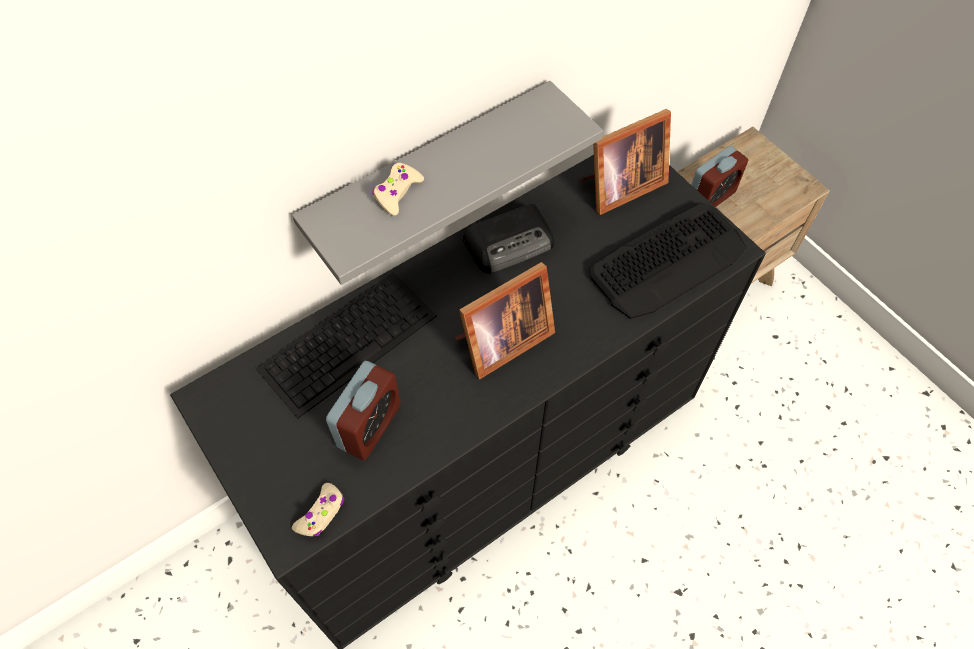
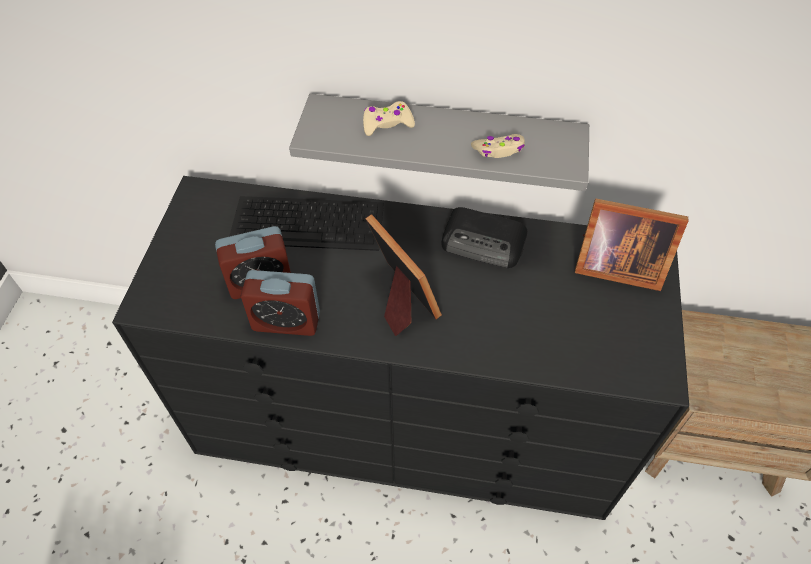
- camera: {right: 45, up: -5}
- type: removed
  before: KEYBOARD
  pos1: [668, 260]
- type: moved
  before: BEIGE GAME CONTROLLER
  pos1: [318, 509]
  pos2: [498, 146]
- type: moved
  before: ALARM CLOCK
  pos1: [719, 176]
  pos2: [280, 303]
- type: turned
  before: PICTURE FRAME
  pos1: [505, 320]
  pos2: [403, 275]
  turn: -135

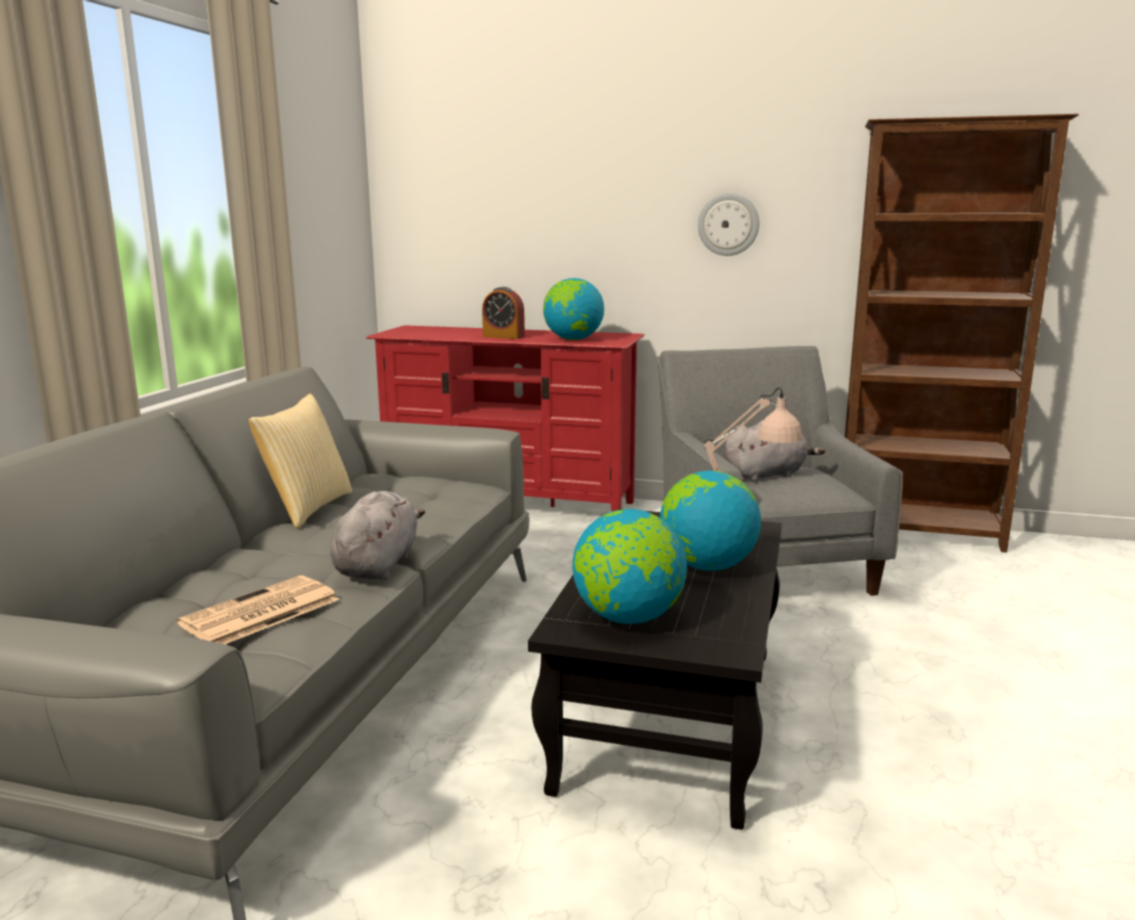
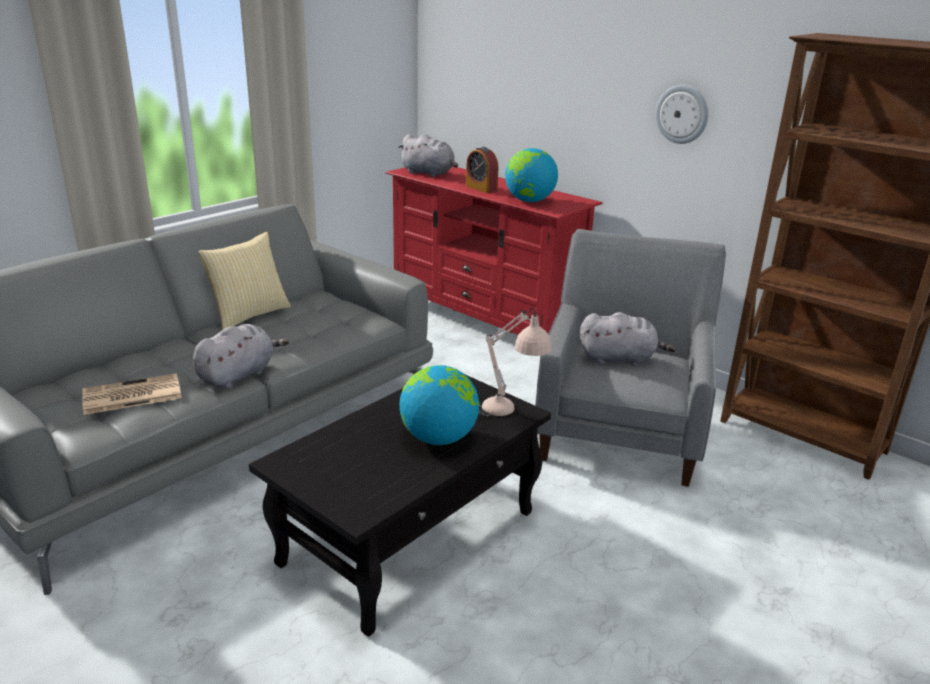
- camera: {right: 25, up: 10}
- type: removed
  before: GLOBE
  pos1: [629, 566]
- type: added
  after: GREY PLUSH TOY
  pos2: [428, 155]

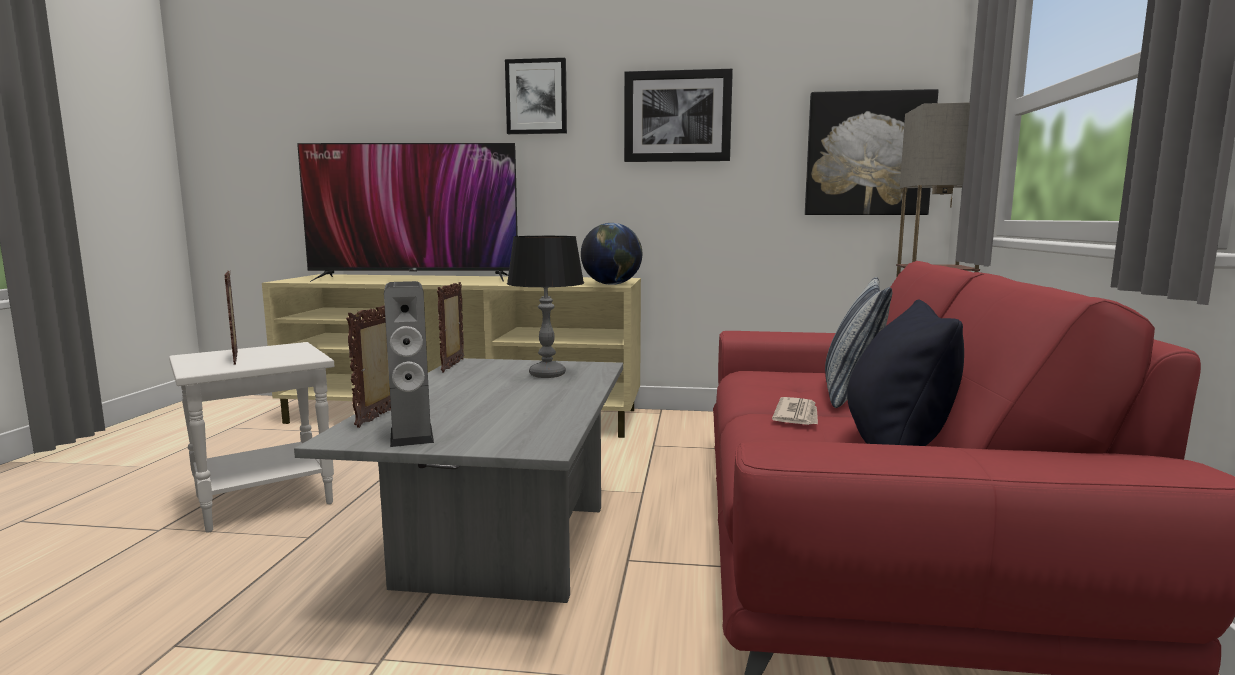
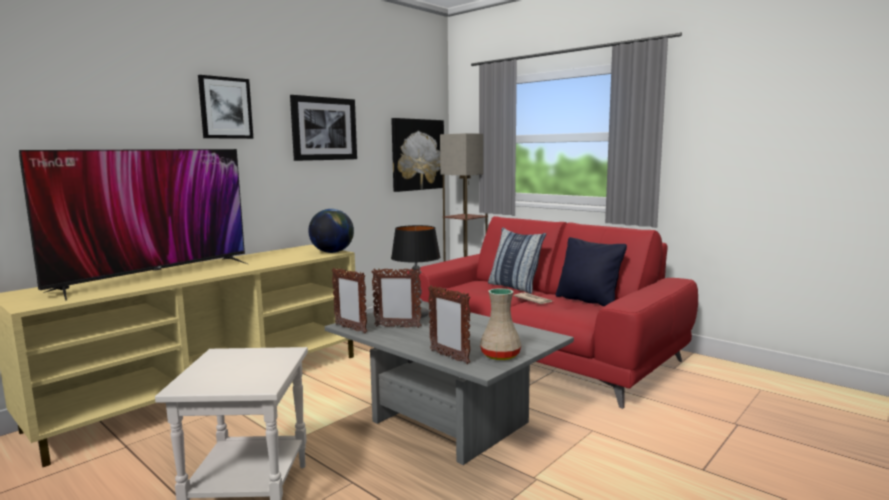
- camera: {right: -55, up: 0}
- type: moved
  before: PICTURE FRAME
  pos1: [231, 318]
  pos2: [396, 298]
- type: replaced
  before: SPEAKER
  after: BEIGE VASE
  pos1: [409, 364]
  pos2: [500, 324]

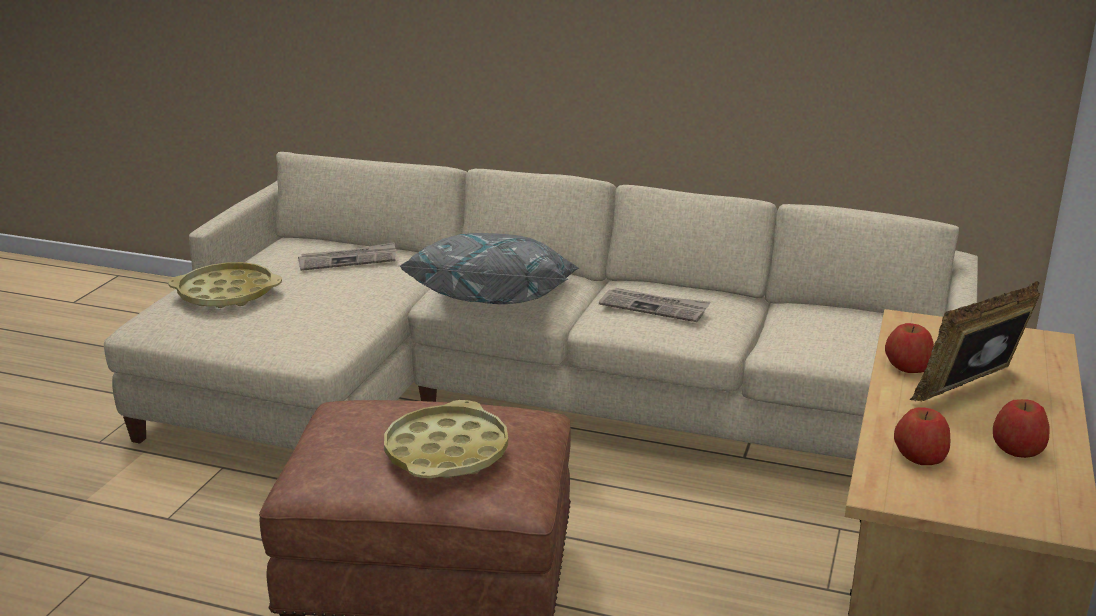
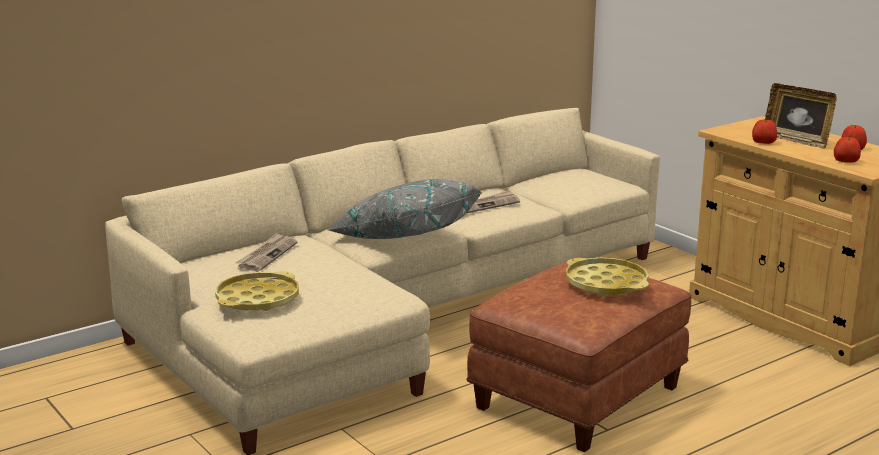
- camera: {right: -55, up: -5}
- type: turned
  before: PICTURE FRAME
  pos1: [975, 341]
  pos2: [801, 115]
  turn: -45

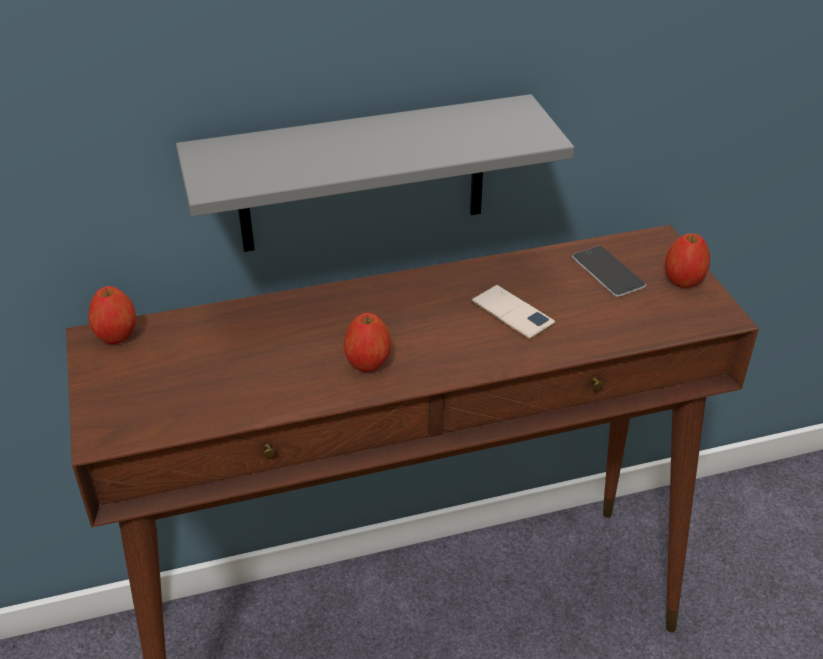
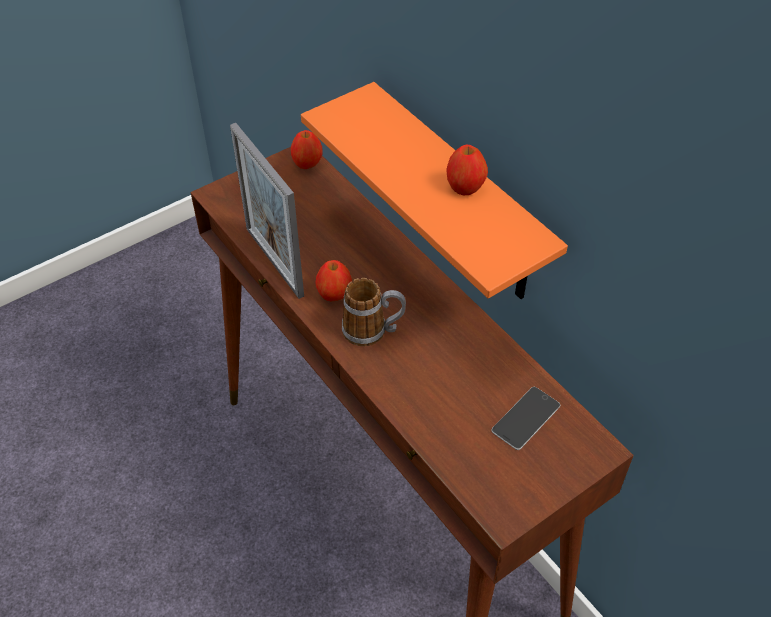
- camera: {right: 70, up: 10}
- type: removed
  before: PHONE
  pos1: [513, 312]
- type: added
  after: PICTURE FRAME
  pos2: [267, 211]
- type: added
  after: MUG
  pos2: [374, 312]
- type: moved
  before: APPLE
  pos1: [687, 260]
  pos2: [467, 170]
- type: recoloured
  before: GREY SHELF
  after: ORANGE SHELF
  pos1: [375, 173]
  pos2: [434, 190]

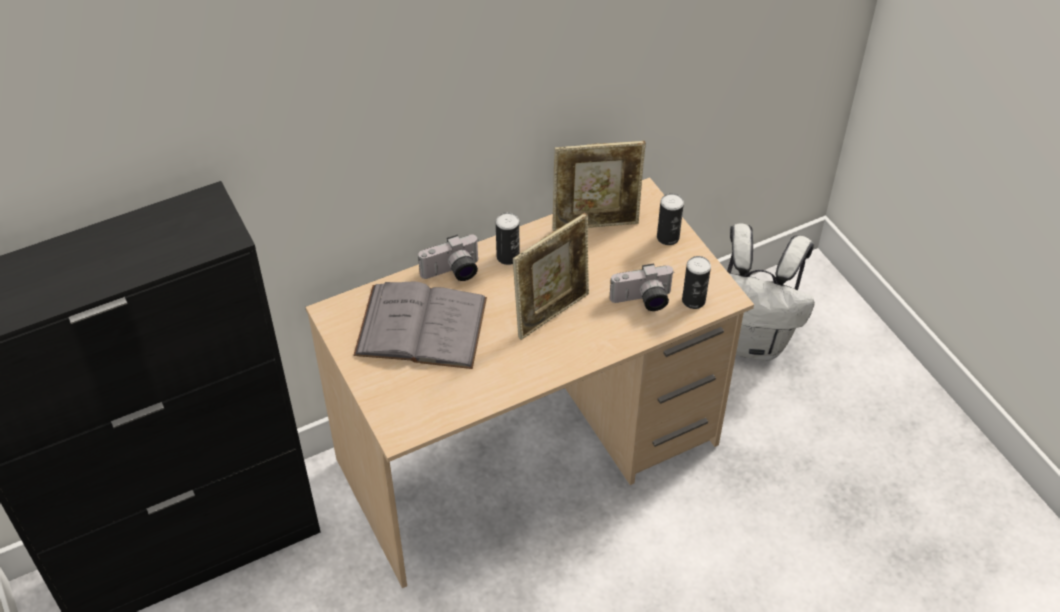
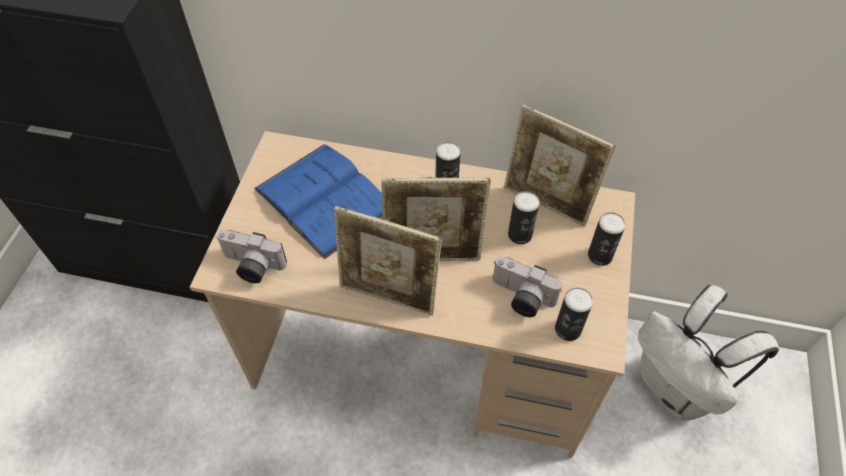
- camera: {right: 40, up: 5}
- type: added
  after: PICTURE FRAME
  pos2: [388, 261]
- type: added
  after: CAN
  pos2: [523, 217]
- type: moved
  before: PHOTO CAMERA
  pos1: [448, 257]
  pos2: [251, 256]
- type: recoloured
  before: GREY BOOK
  after: BLUE BOOK
  pos1: [420, 325]
  pos2: [318, 202]

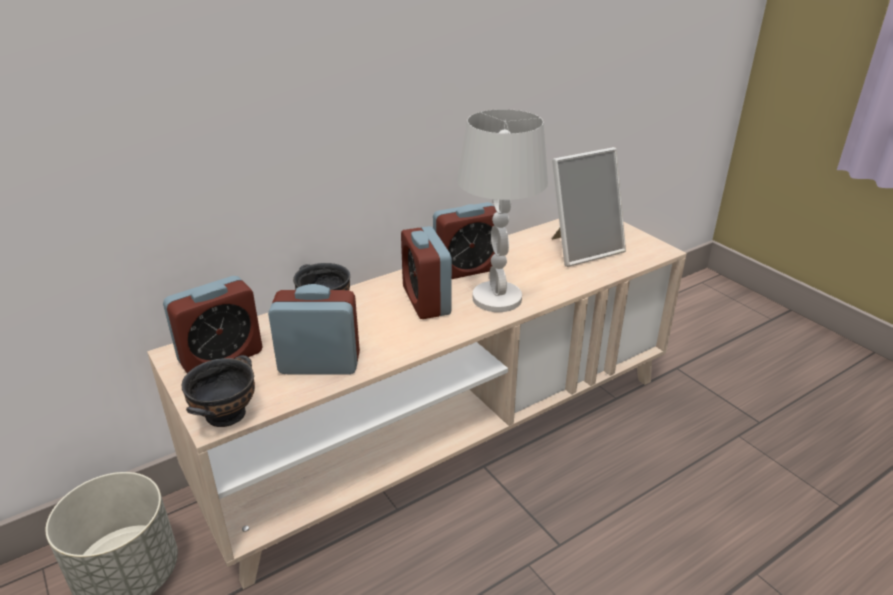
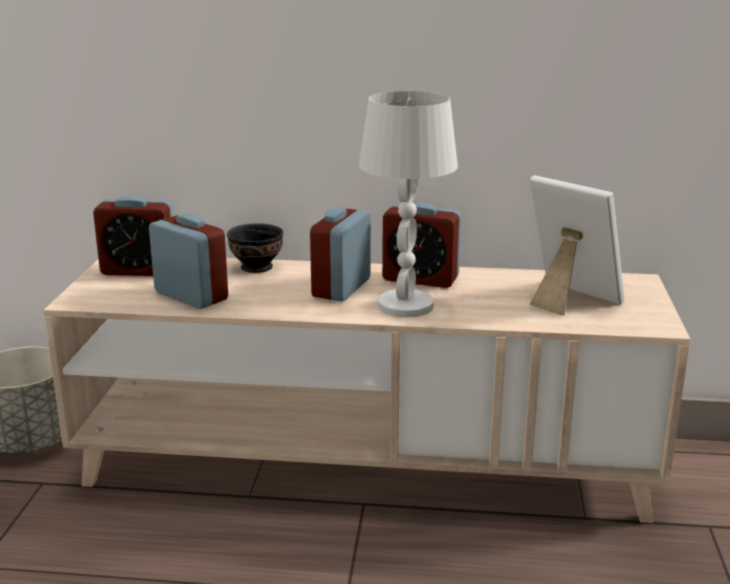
- camera: {right: 40, up: -10}
- type: removed
  before: BLACK BOWL
  pos1: [218, 391]
- type: turned
  before: PICTURE FRAME
  pos1: [589, 207]
  pos2: [577, 245]
  turn: -150

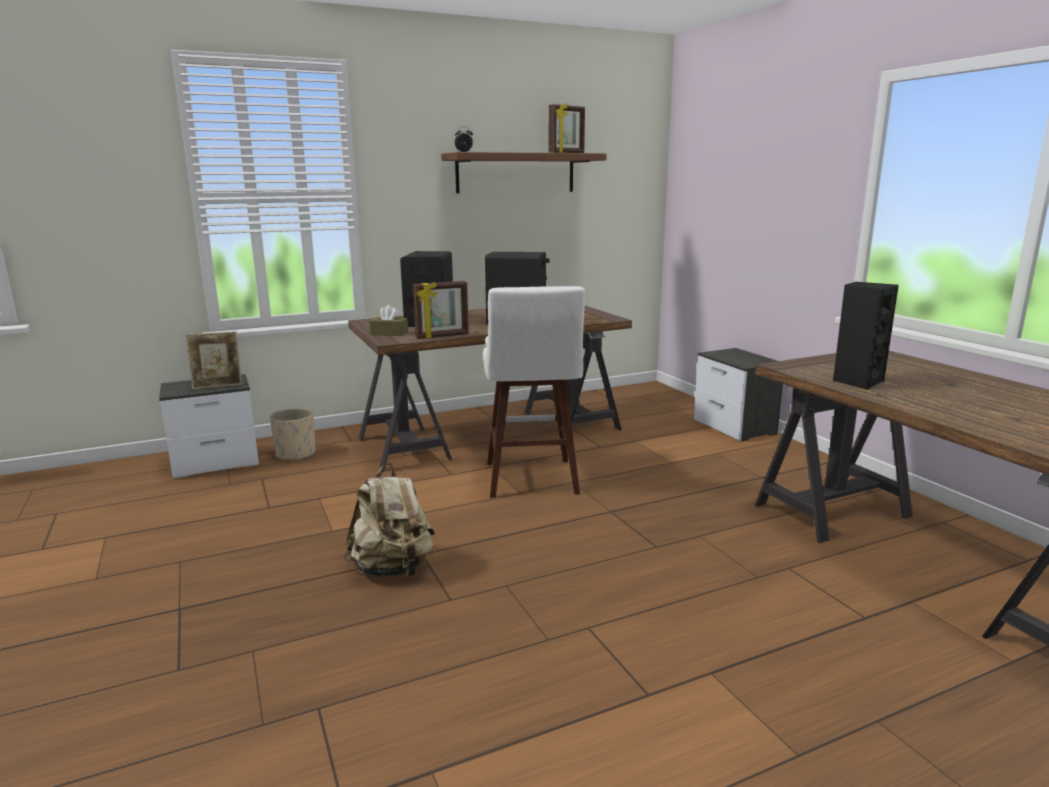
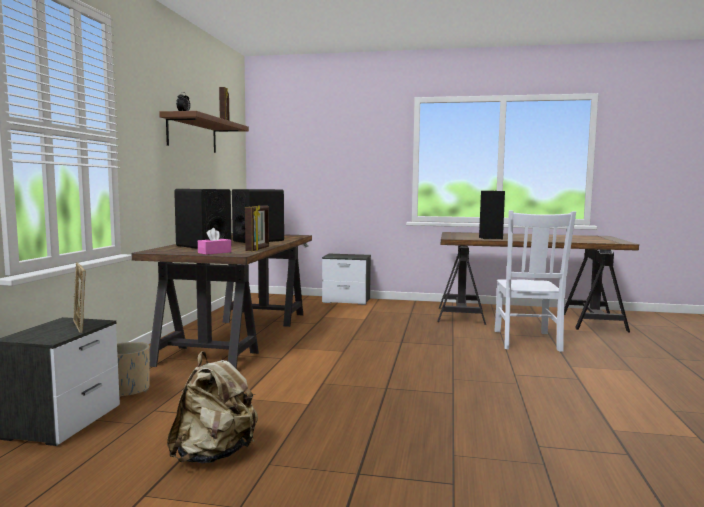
- camera: {right: -55, up: -10}
- type: removed
  before: WHITE STOOL
  pos1: [534, 392]
- type: added
  after: WHITE CHAIR
  pos2: [535, 281]
- type: moved
  before: BEIGE BACKPACK
  pos1: [389, 520]
  pos2: [212, 407]
- type: recoloured
  before: BROWN TISSUE BOX
  after: PINK TISSUE BOX
  pos1: [388, 320]
  pos2: [214, 241]
- type: turned
  before: PICTURE FRAME
  pos1: [214, 360]
  pos2: [79, 297]
  turn: 135

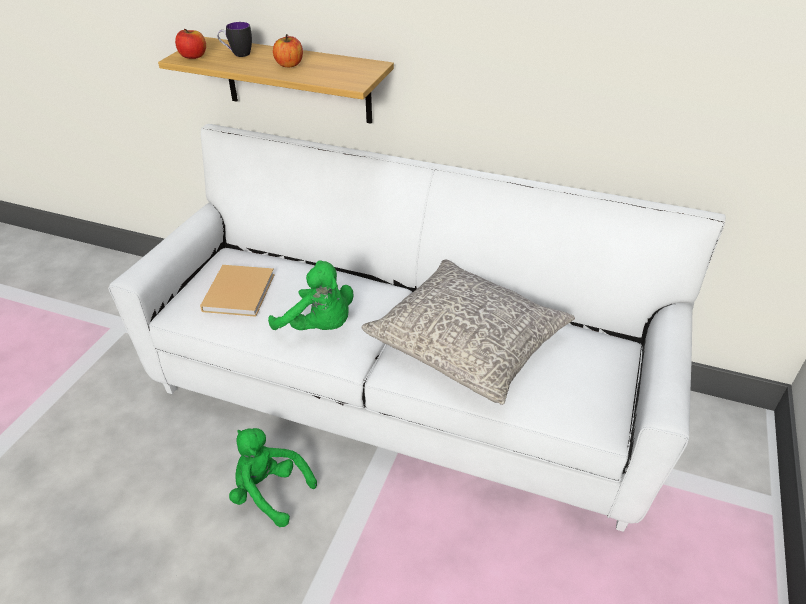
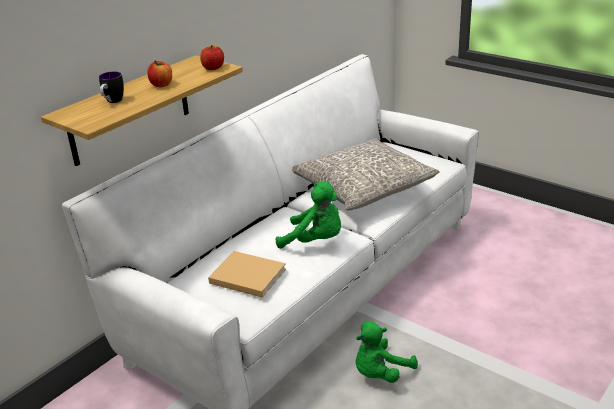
- camera: {right: -70, up: -10}
- type: moved
  before: APPLE
  pos1: [190, 44]
  pos2: [212, 57]
- type: turned
  before: GREEN PLUSH TOY
  pos1: [310, 295]
  pos2: [308, 215]
  turn: 60

